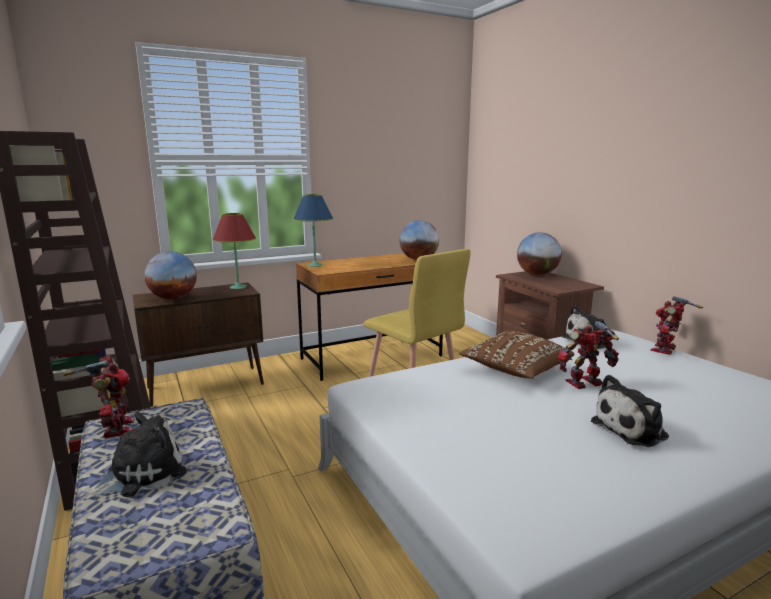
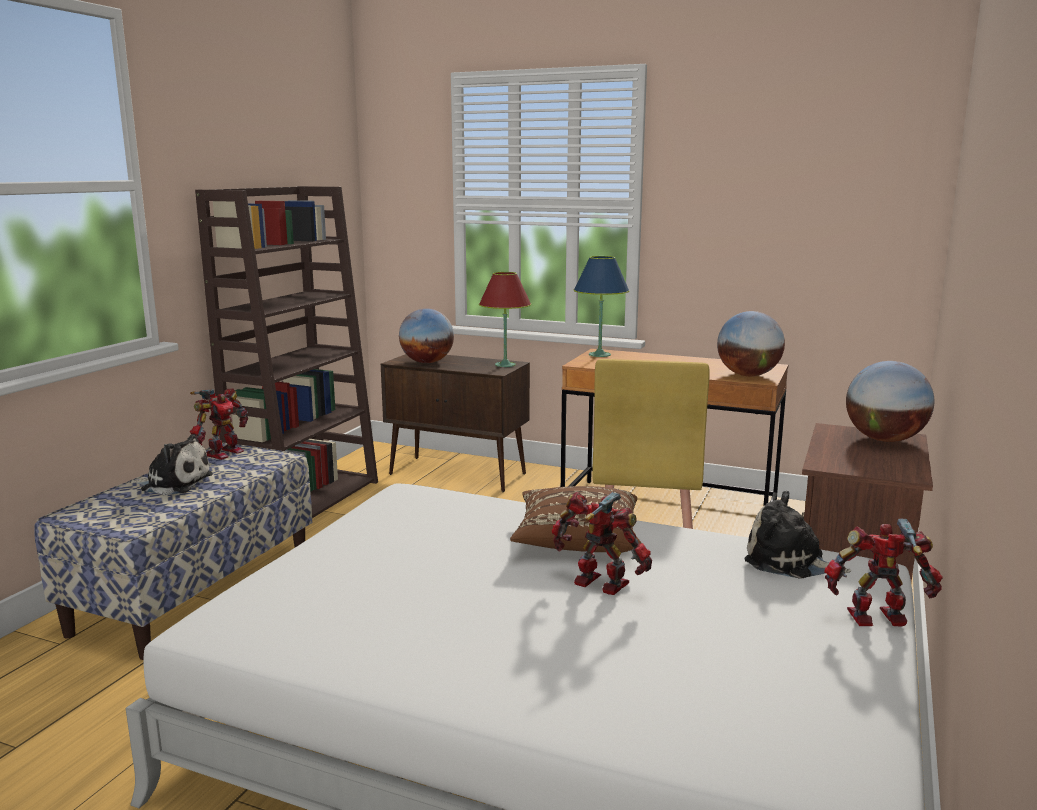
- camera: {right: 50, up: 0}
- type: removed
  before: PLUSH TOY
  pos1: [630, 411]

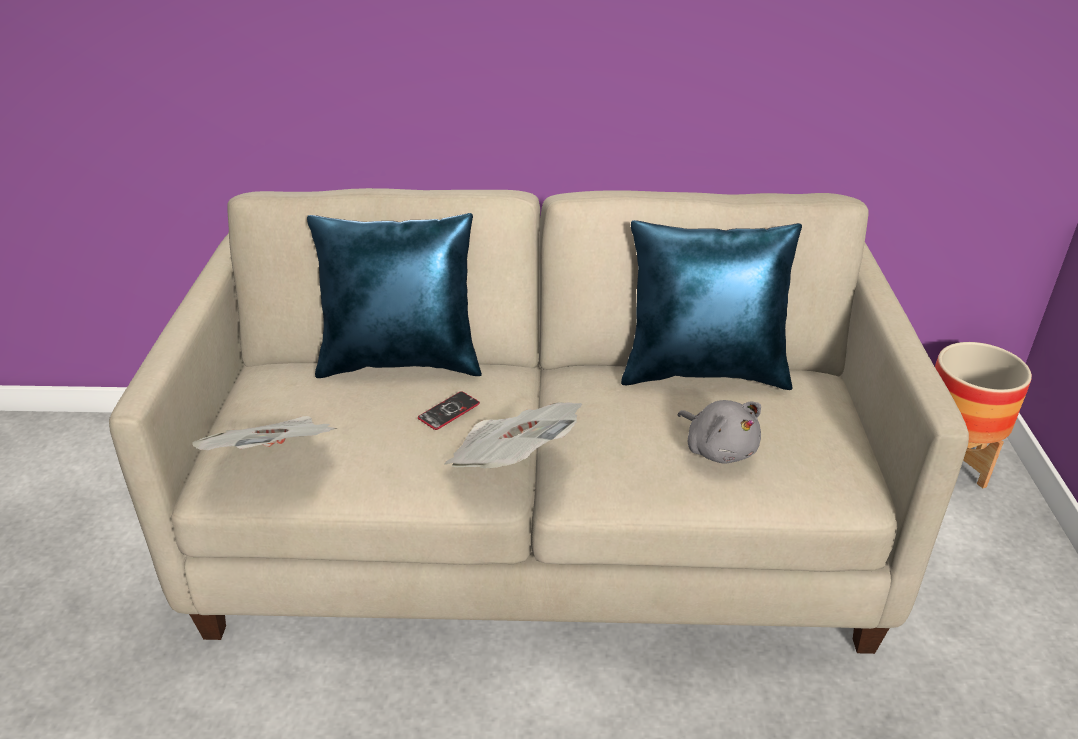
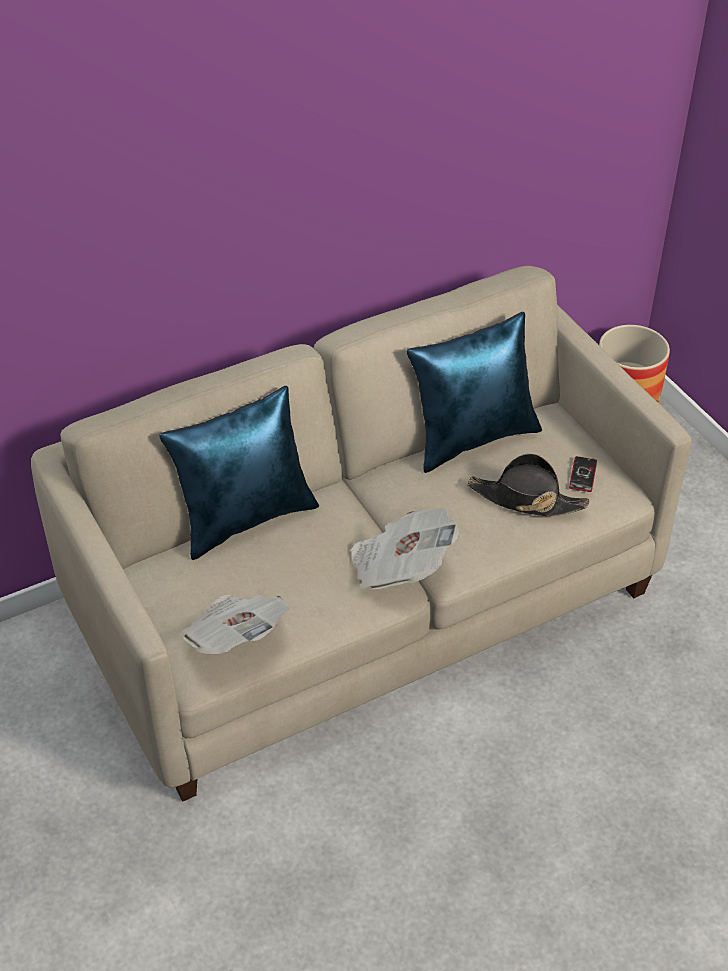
- camera: {right: -30, up: 10}
- type: moved
  before: PHONE
  pos1: [449, 410]
  pos2: [583, 474]
- type: replaced
  before: GREY PLUSH TOY
  after: BLACK HAT
  pos1: [719, 432]
  pos2: [528, 484]

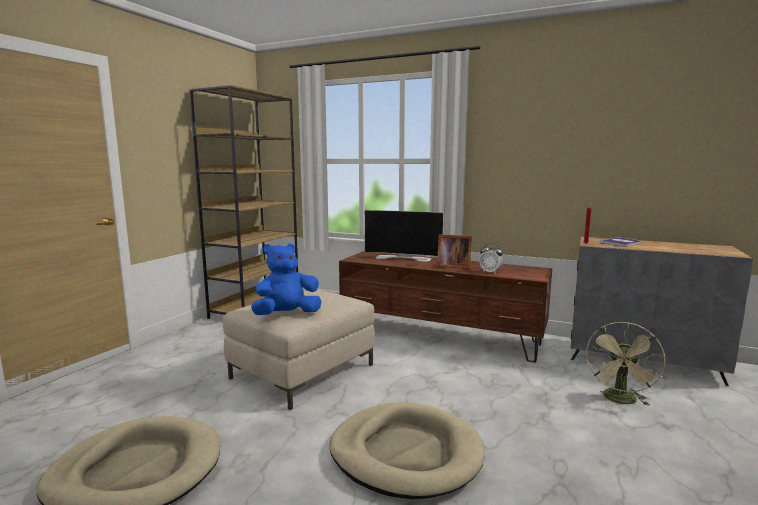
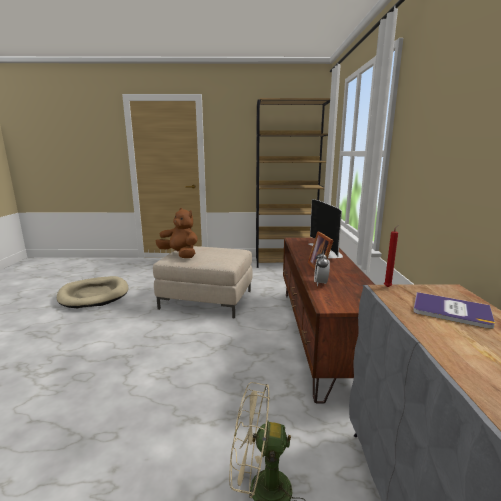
- camera: {right: 65, up: 5}
- type: removed
  before: BEIGE DOG BED
  pos1: [407, 450]
- type: recoloured
  before: BLUE PLUSH TOY
  after: BROWN PLUSH TOY
  pos1: [286, 279]
  pos2: [177, 233]

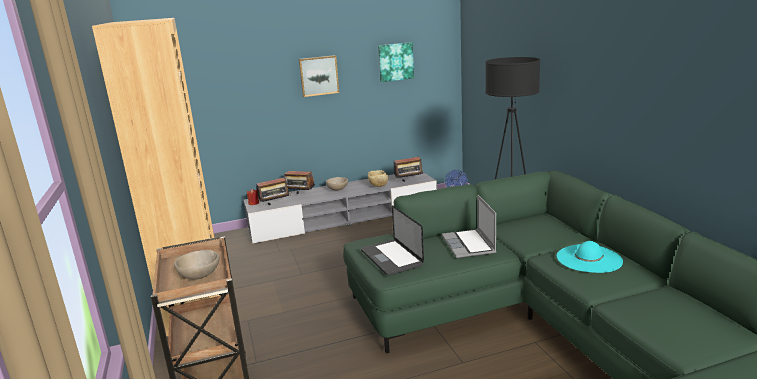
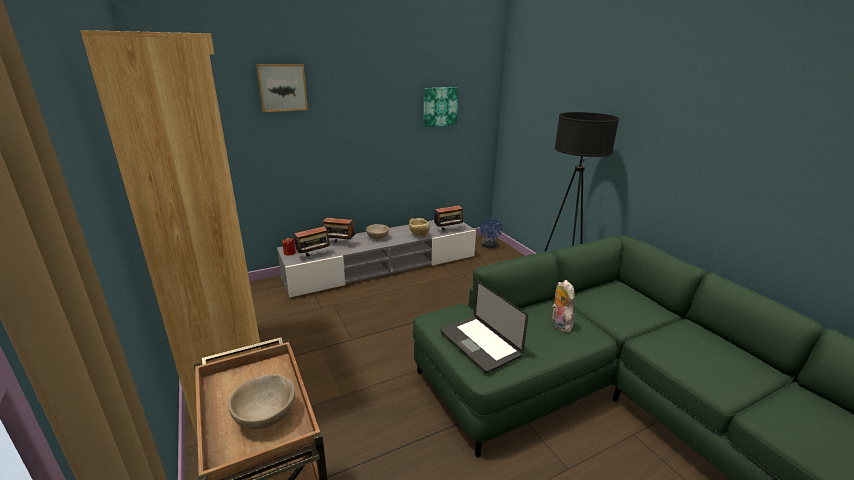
- camera: {right: -10, up: 5}
- type: removed
  before: TURQUOISE HAT
  pos1: [590, 257]
- type: moved
  before: PICTURE
  pos1: [319, 76]
  pos2: [282, 88]
- type: replaced
  before: LAPTOP
  after: PLUSH TOY
  pos1: [469, 226]
  pos2: [563, 306]

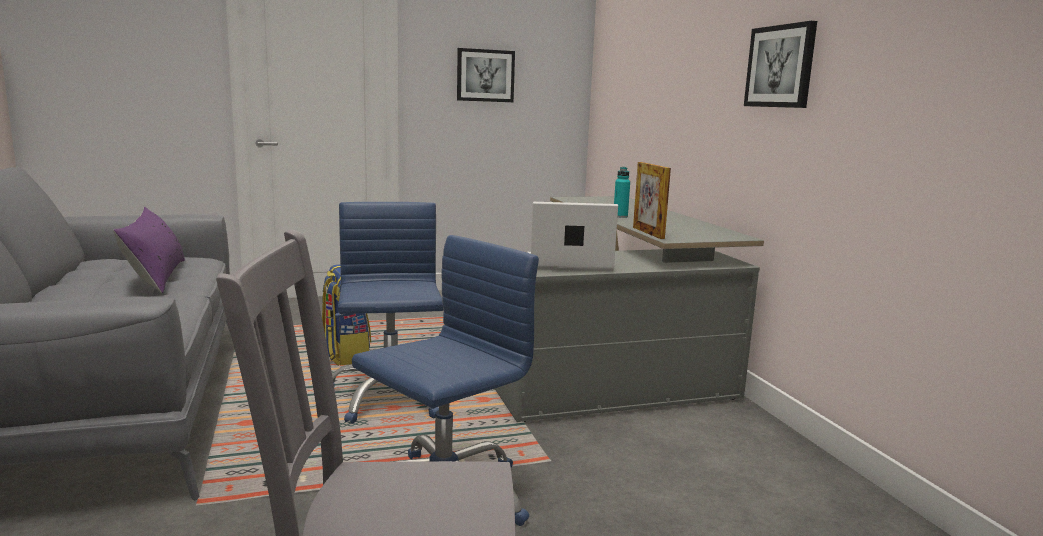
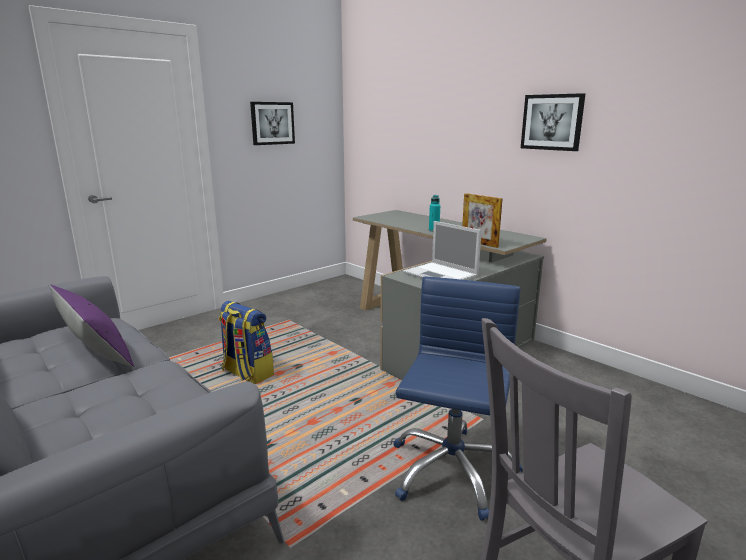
- camera: {right: -25, up: 5}
- type: removed
  before: BLUE OFFICE CHAIR
  pos1: [387, 313]
- type: turned
  before: LAPTOP
  pos1: [572, 236]
  pos2: [442, 250]
  turn: -105

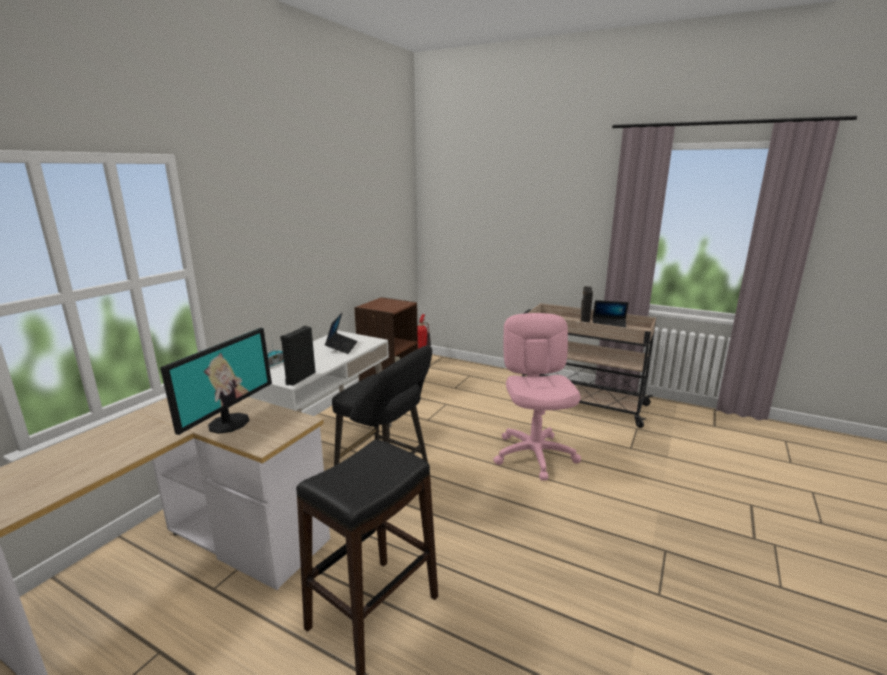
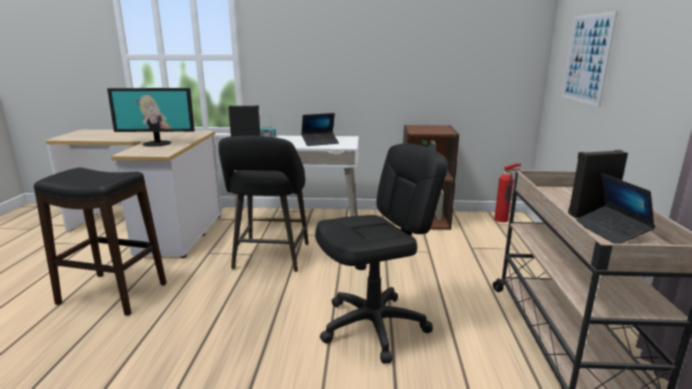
- camera: {right: 65, up: 0}
- type: added
  after: PICTURE
  pos2: [590, 59]
- type: recoloured
  before: PINK OFFICE CHAIR
  after: BLACK OFFICE CHAIR
  pos1: [537, 397]
  pos2: [381, 253]

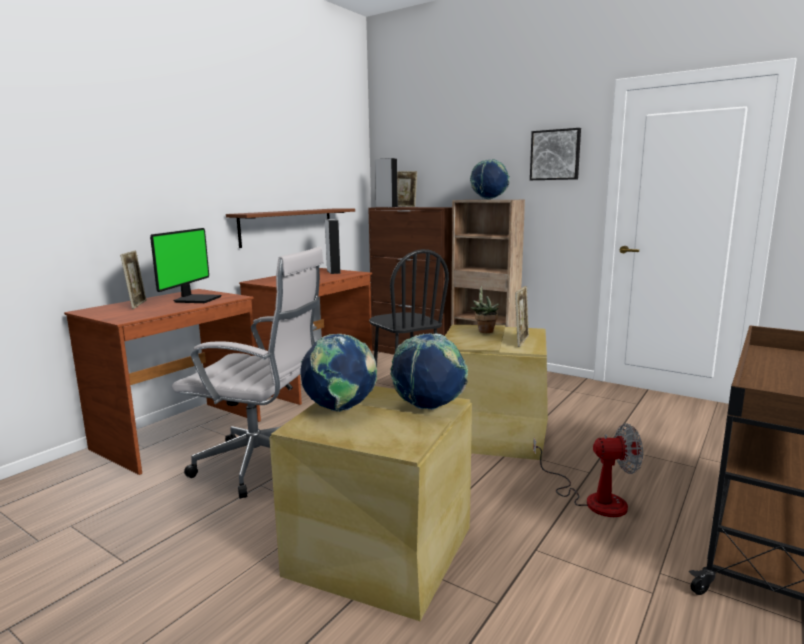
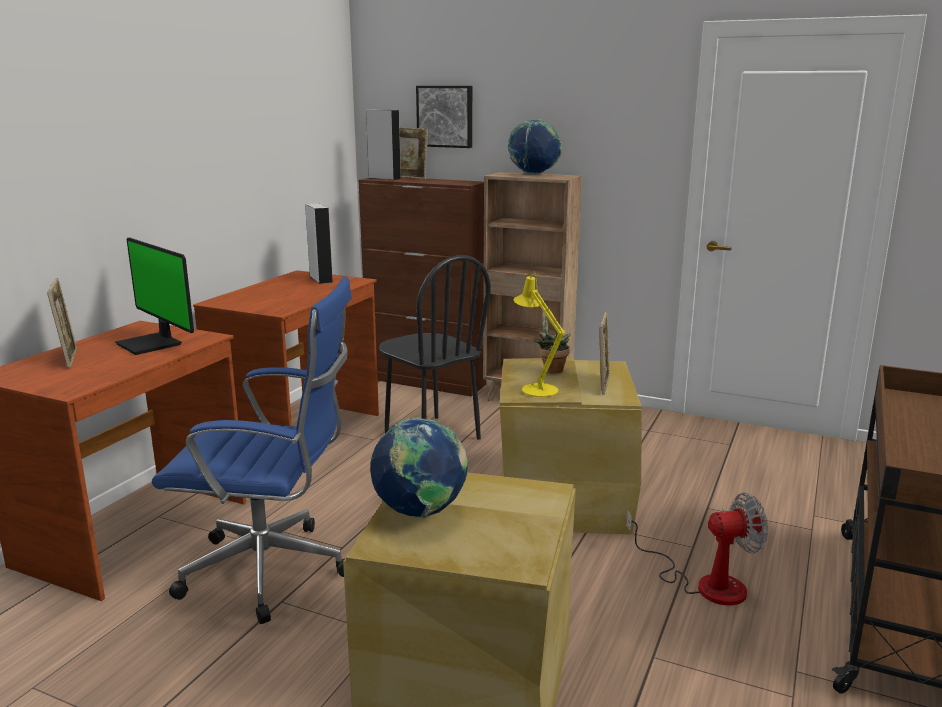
- camera: {right: -10, up: 5}
- type: removed
  before: BROWN SHELF
  pos1: [290, 228]
- type: removed
  before: GLOBE
  pos1: [429, 371]
- type: added
  after: YELLOW TABLE LAMP
  pos2: [539, 334]
- type: moved
  before: PICTURE
  pos1: [555, 154]
  pos2: [444, 117]
- type: recoloured
  before: WHITE OFFICE CHAIR
  after: BLUE OFFICE CHAIR
  pos1: [248, 373]
  pos2: [252, 450]
- type: turned
  before: MONITOR
  pos1: [186, 265]
  pos2: [154, 296]
  turn: 135

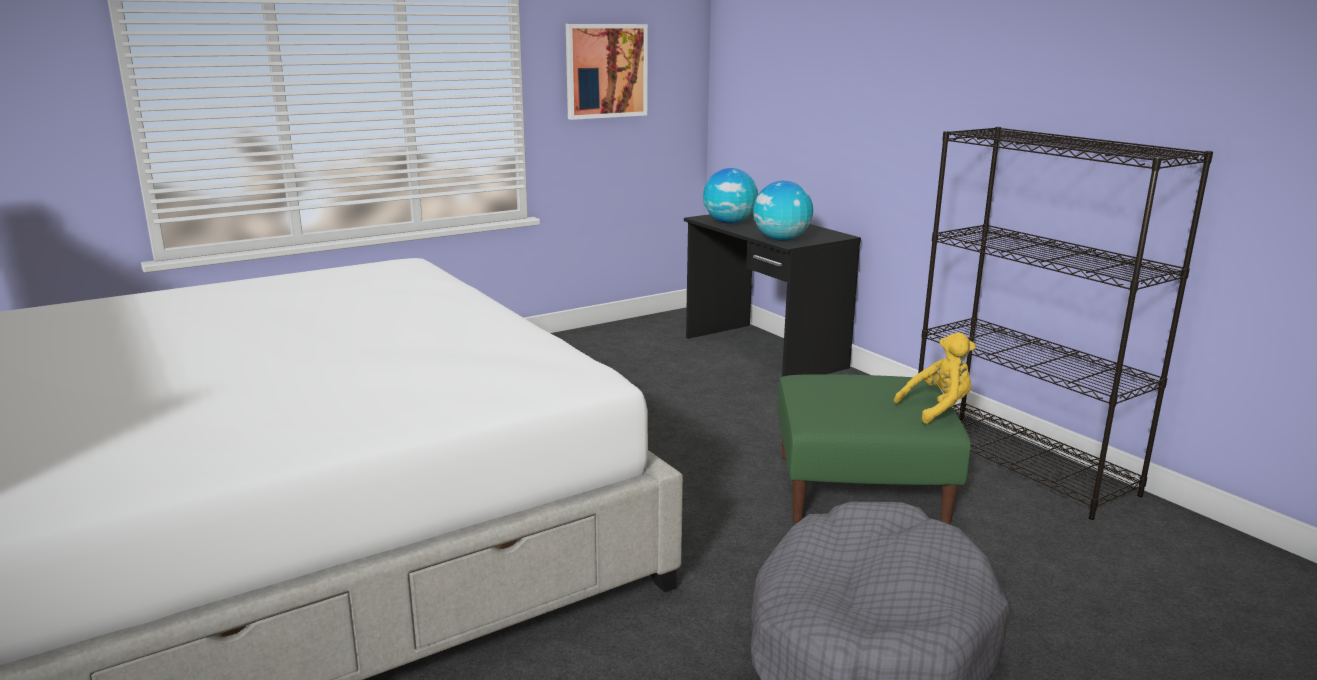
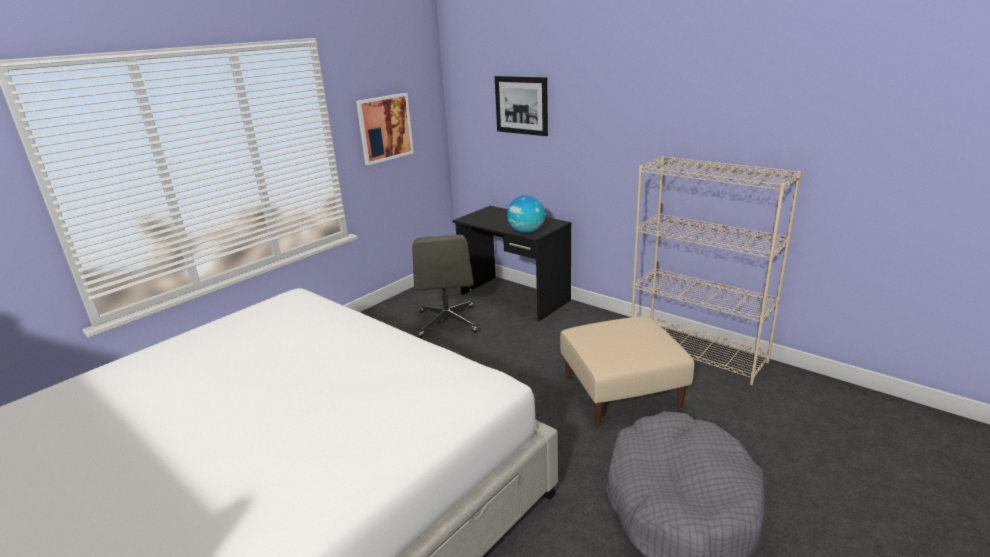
- camera: {right: -15, up: 5}
- type: removed
  before: GLOBE
  pos1: [730, 196]
- type: removed
  before: YELLOW PLUSH TOY
  pos1: [935, 378]
- type: added
  after: GREY OFFICE CHAIR
  pos2: [445, 286]
- type: added
  after: PICTURE
  pos2: [521, 106]
- type: recoloured
  before: GREEN OTTOMAN
  after: BEIGE OTTOMAN
  pos1: [874, 449]
  pos2: [627, 370]
- type: recoloured
  before: BLACK BOOKCASE
  after: BEIGE BOOKCASE
  pos1: [1065, 323]
  pos2: [716, 270]

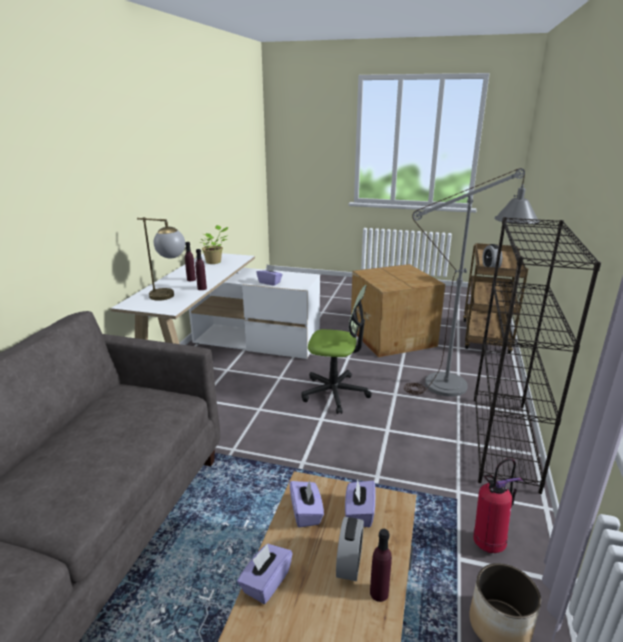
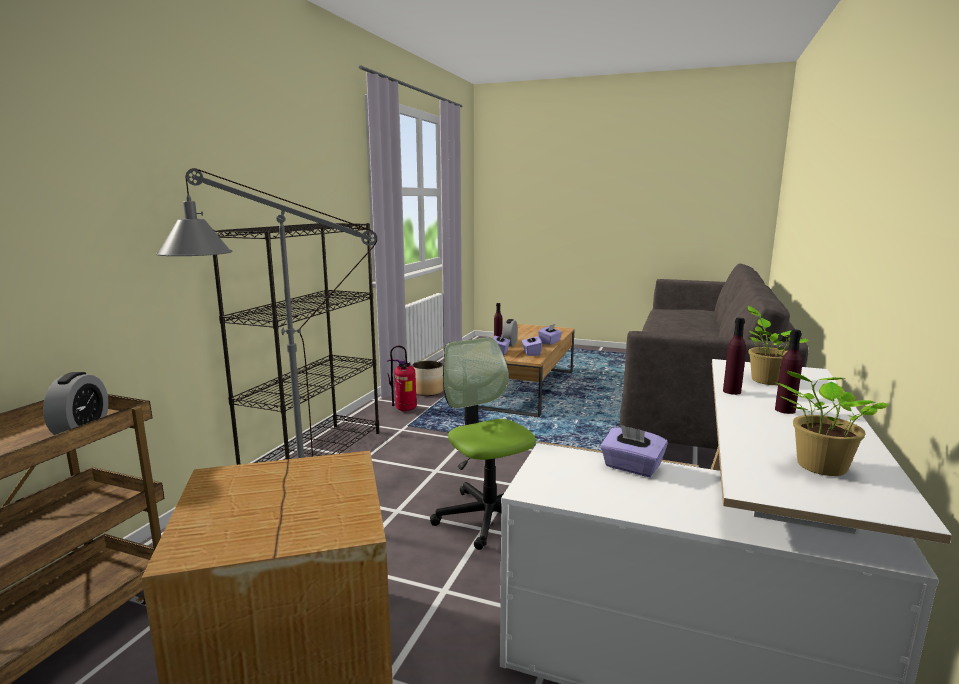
- camera: {right: -175, up: -10}
- type: replaced
  before: TABLE LAMP
  after: POTTED PLANT
  pos1: [161, 259]
  pos2: [778, 345]
- type: turned
  before: OFFICE CHAIR
  pos1: [336, 349]
  pos2: [483, 443]
  turn: 45

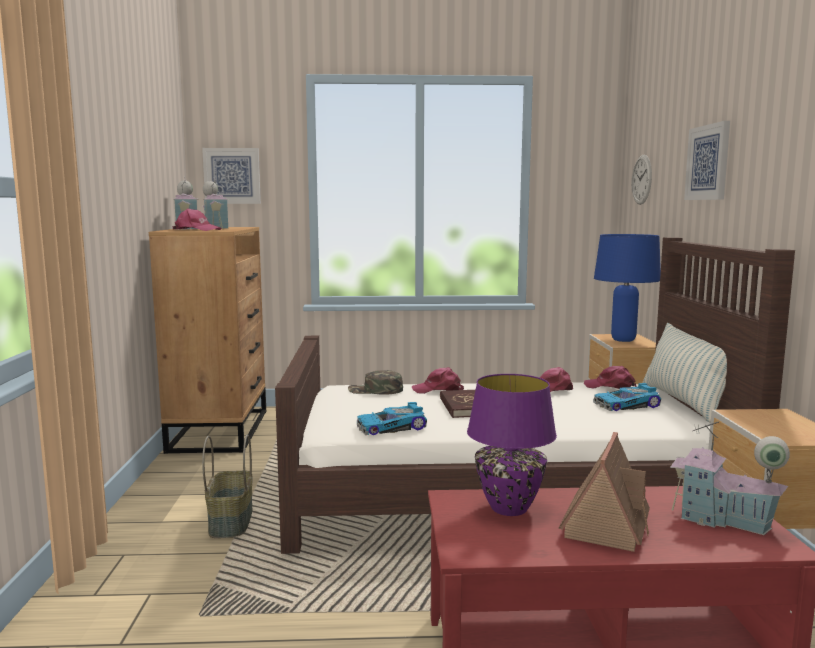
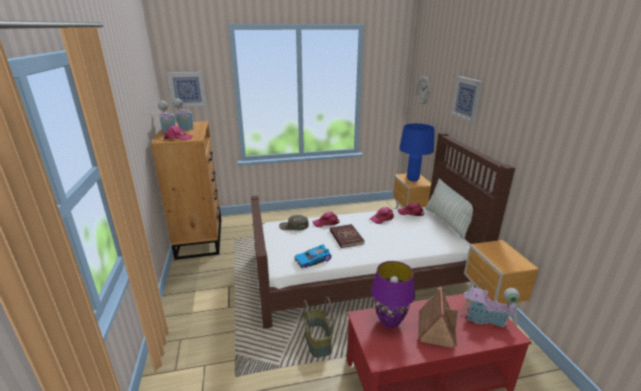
- camera: {right: -10, up: 15}
- type: removed
  before: TOY CAR
  pos1: [627, 397]
- type: moved
  before: BASKET
  pos1: [227, 486]
  pos2: [318, 327]

